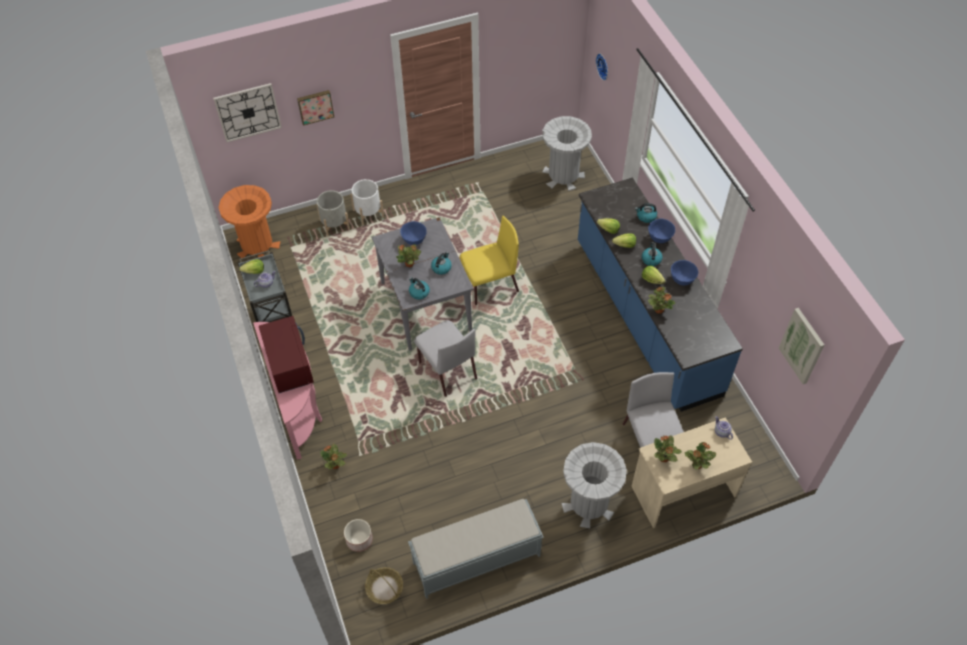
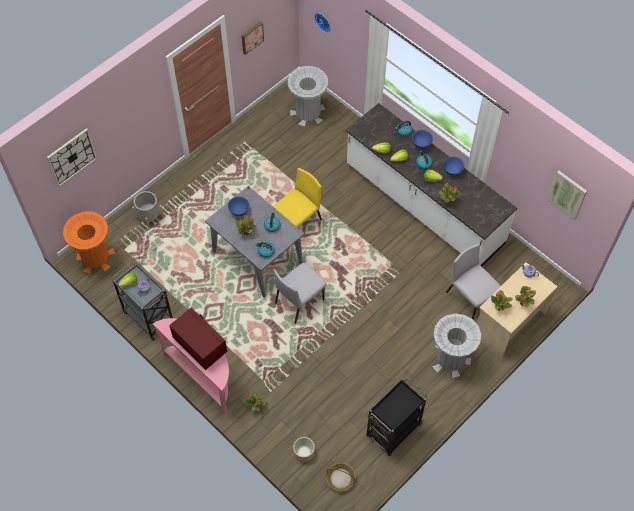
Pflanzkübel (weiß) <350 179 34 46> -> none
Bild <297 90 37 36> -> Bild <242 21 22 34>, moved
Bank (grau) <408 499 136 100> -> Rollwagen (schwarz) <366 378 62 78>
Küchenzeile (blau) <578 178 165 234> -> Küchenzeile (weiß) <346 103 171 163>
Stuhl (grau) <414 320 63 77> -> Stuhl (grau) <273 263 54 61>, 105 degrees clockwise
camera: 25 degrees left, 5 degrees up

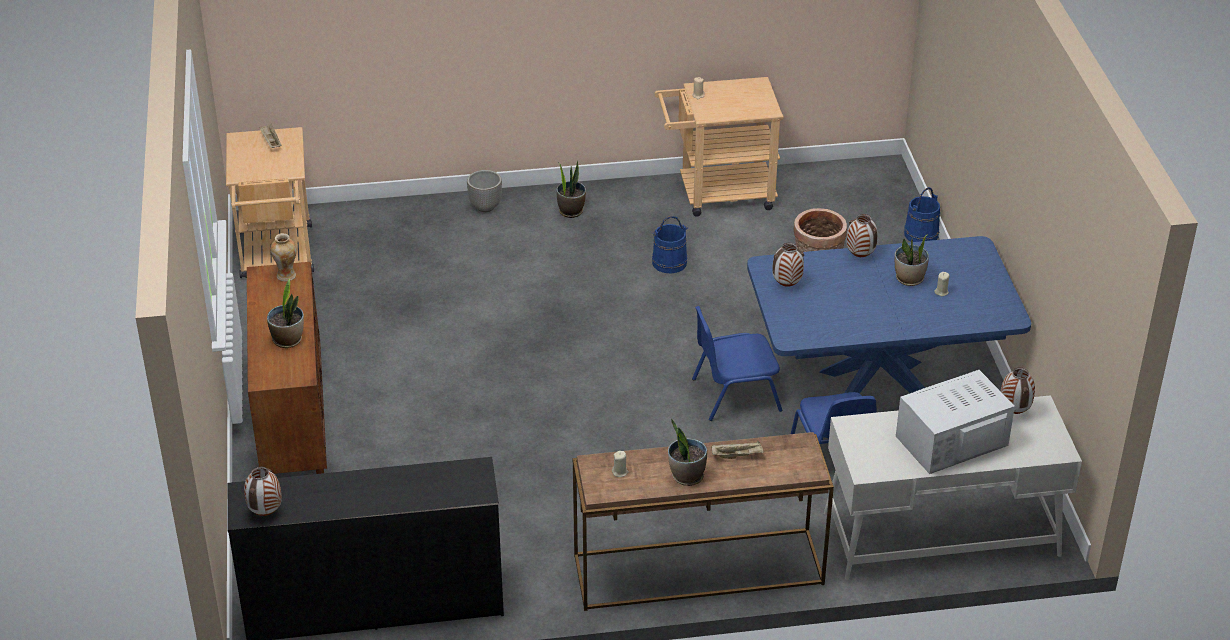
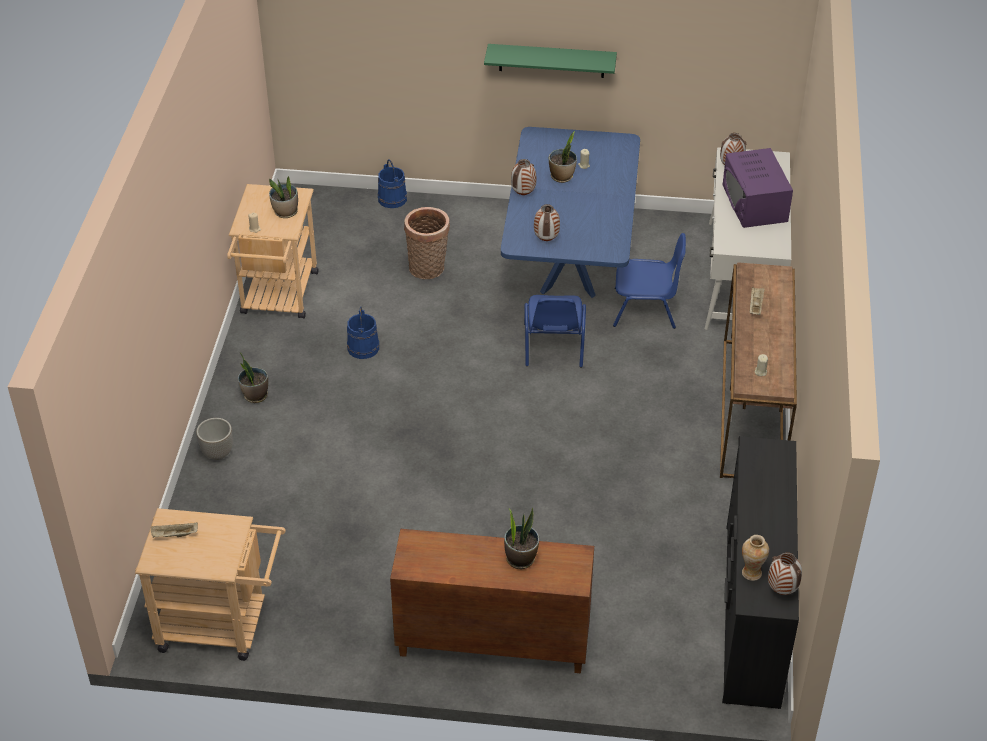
none -> Wandregal (grün) <484 44 133 34>
Vase <271 233 26 48> -> Vase <742 535 27 46>, moved
Topfpflanze <668 419 39 67> -> Topfpflanze <269 176 29 42>, moved
Mikrowelle (weiß) <896 370 119 104> -> Mikrowelle (lila) <723 148 70 80>
camera: 75 degrees left, 5 degrees up

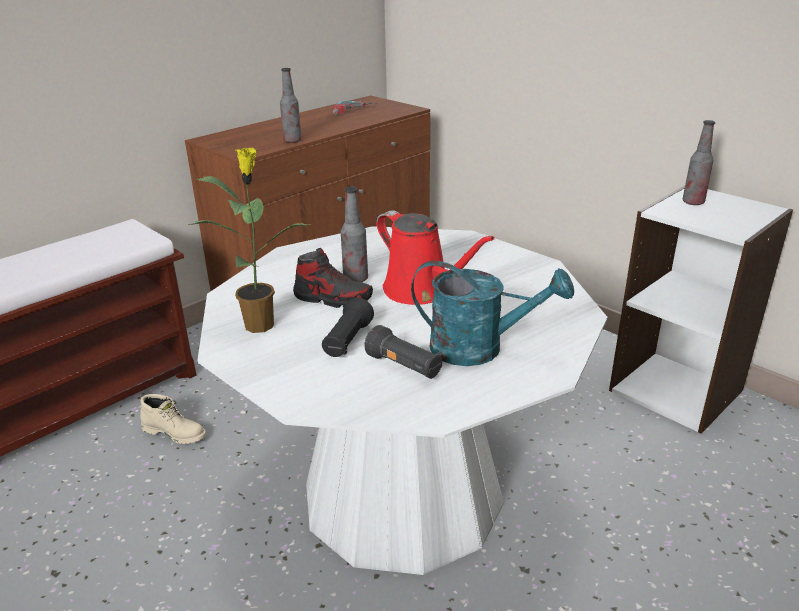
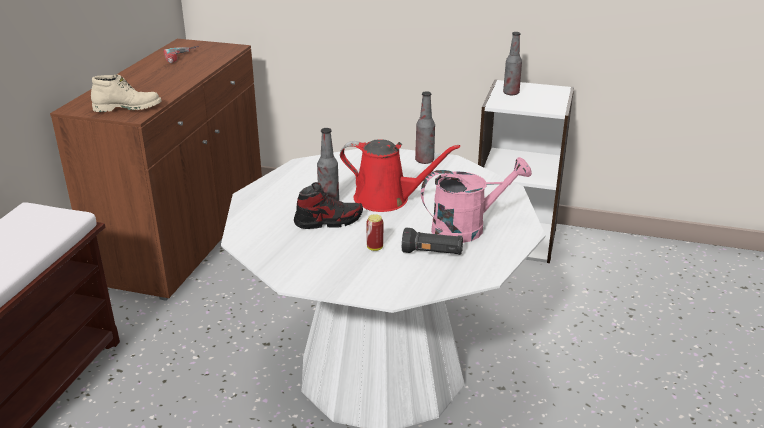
Topfpflanze <187 148 125 185> -> none
Stiefel (beige) <140 394 66 50> -> Stiefel (beige) <91 74 71 38>, moved
Flasche <280 68 22 75> -> Flasche <415 91 20 73>, moved
Taschenlampe (schwarz) <322 297 52 60> -> Dose <367 214 16 37>
Gießkanne (türkis) <411 261 163 105> -> Gießkanne (rosa) <421 157 111 86>
camera: 30 degrees left, 0 degrees up

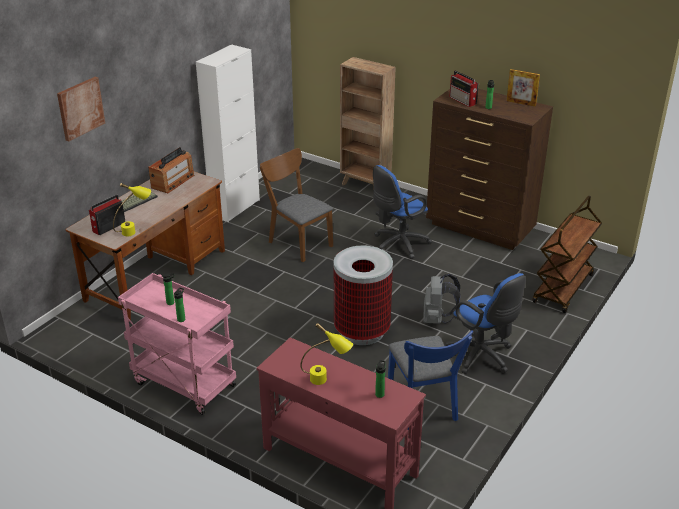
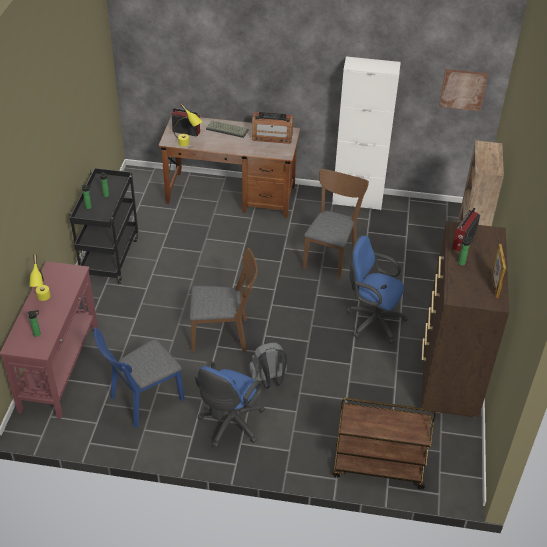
Bild <57 77 48 64> -> Bild <439 69 49 42>, moved
Mülleimer <334 246 59 99> -> Stuhl (braun) <189 248 69 104>
Rollwagen (rosa) <118 273 118 142> -> Rollwagen (schwarz) <69 168 69 116>
camera: 65 degrees right, 10 degrees up

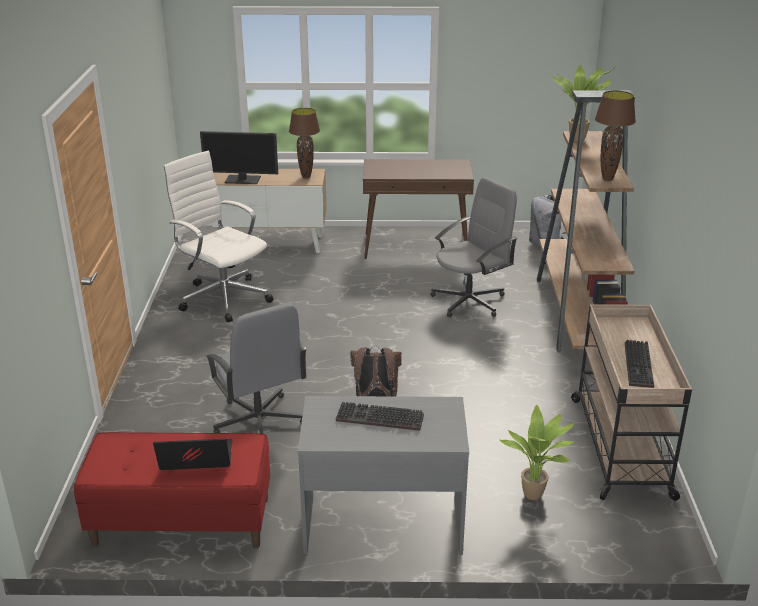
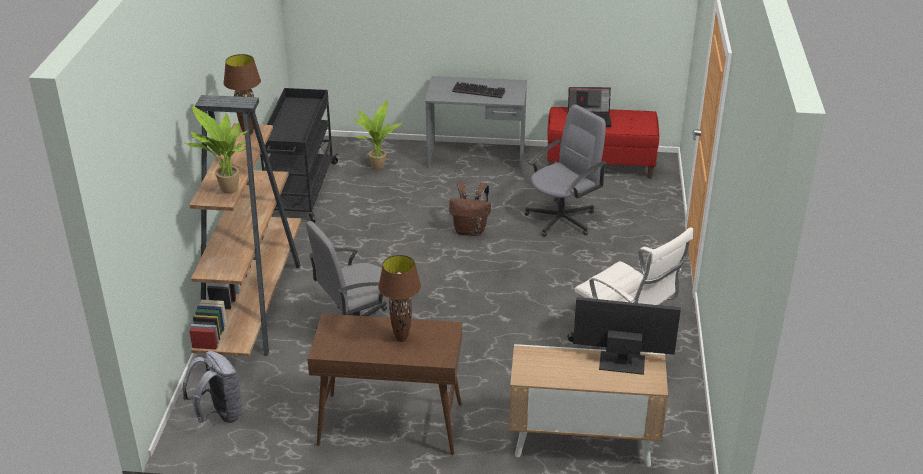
Tastatur <625 340 29 48> -> none
Tischlampe (braun) <289 108 31 70> -> Tischlampe (braun) <378 255 43 87>, moved
Rollwagen (beige) <571 304 121 197> -> Rollwagen (schwarz) <261 88 78 135>
Bürostuhl (grau) <206 303 101 131> -> Bürostuhl (grau) <524 105 83 132>, 75 degrees clockwise
camera: 175 degrees left, 5 degrees up

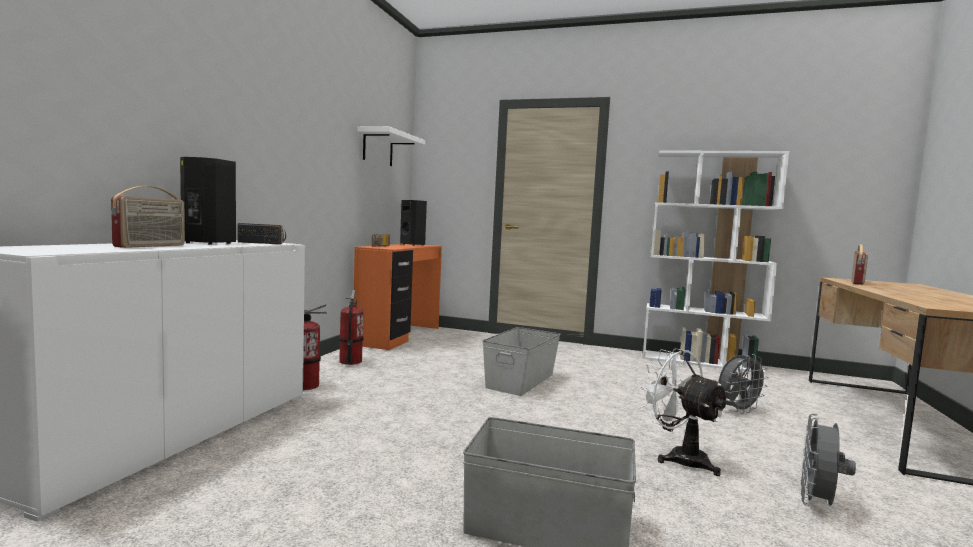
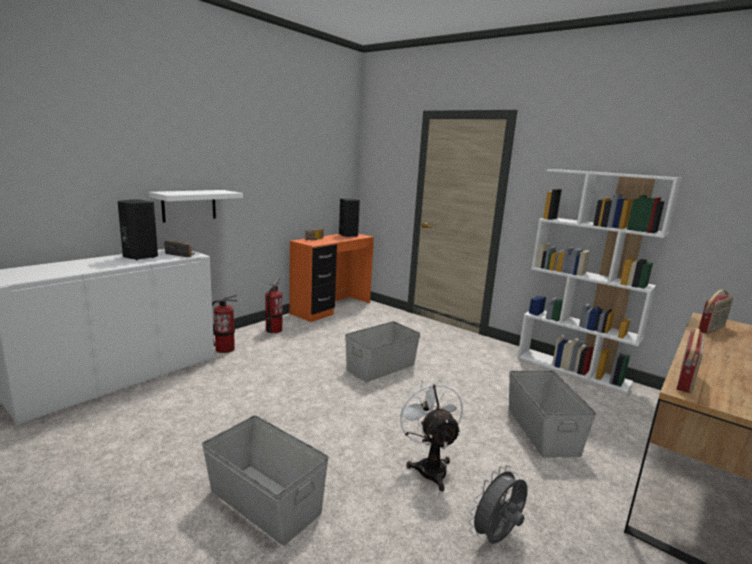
Radio <111 186 74 62> -> Radio <676 328 29 65>, moved
Wandregal (weiß) <357 126 68 40> -> Wandregal (weiß) <149 190 94 33>, moved
Ventilator (grau) <718 354 51 60> -> Aufbewahrungsbox (grau) <509 371 88 87>
camera: 20 degrees right, 10 degrees up

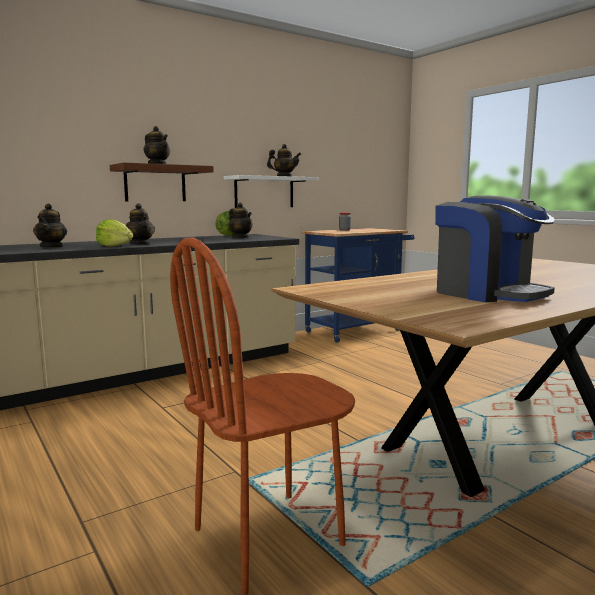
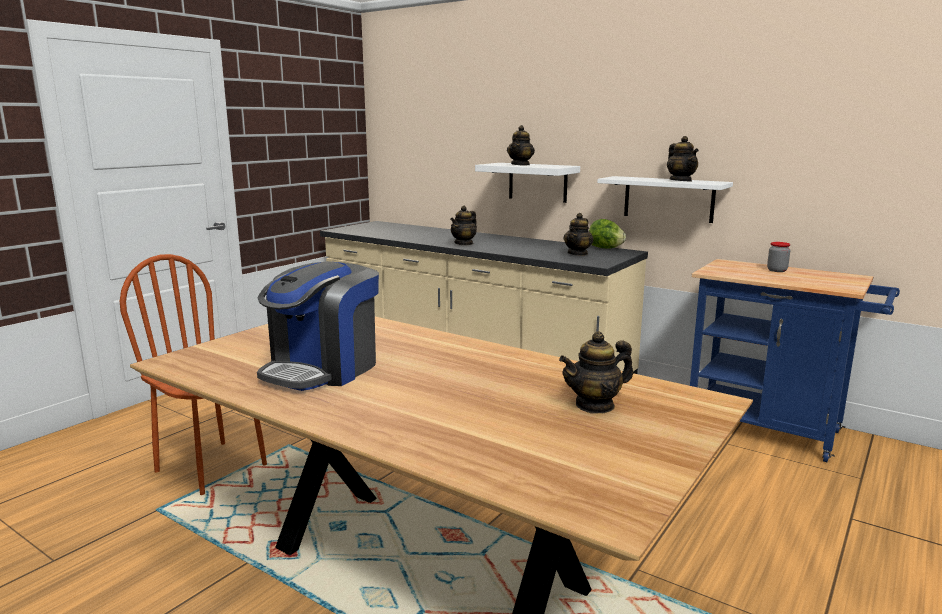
Salatkopf <96 219 37 28> -> none
Teekanne <33 204 34 44> -> Teekanne <559 331 74 83>, moved
Wandregal (braun) <110 163 104 38> -> Wandregal (weiß) <475 163 105 40>
camera: 70 degrees right, 5 degrees up

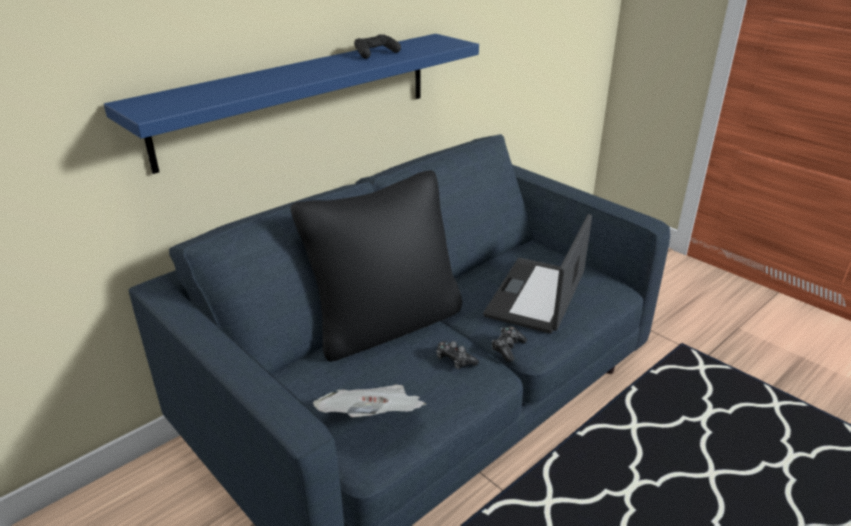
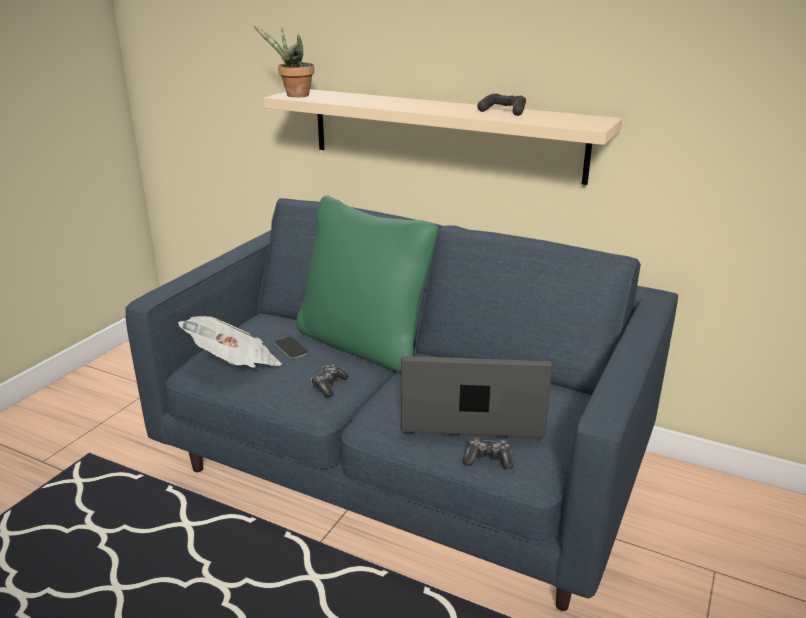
none -> Topfpflanze <254 26 60 71>
none -> Handy <274 336 35 23>
Gamepad <492 326 35 36> -> Gamepad <463 437 51 32>, moved
Wandregal (blau) <104 34 375 140> -> Wandregal (beige) <264 89 358 96>
Kissen (schwarz) <290 170 172 191> -> Kissen (grün) <296 195 143 177>
camera: 70 degrees right, 5 degrees down

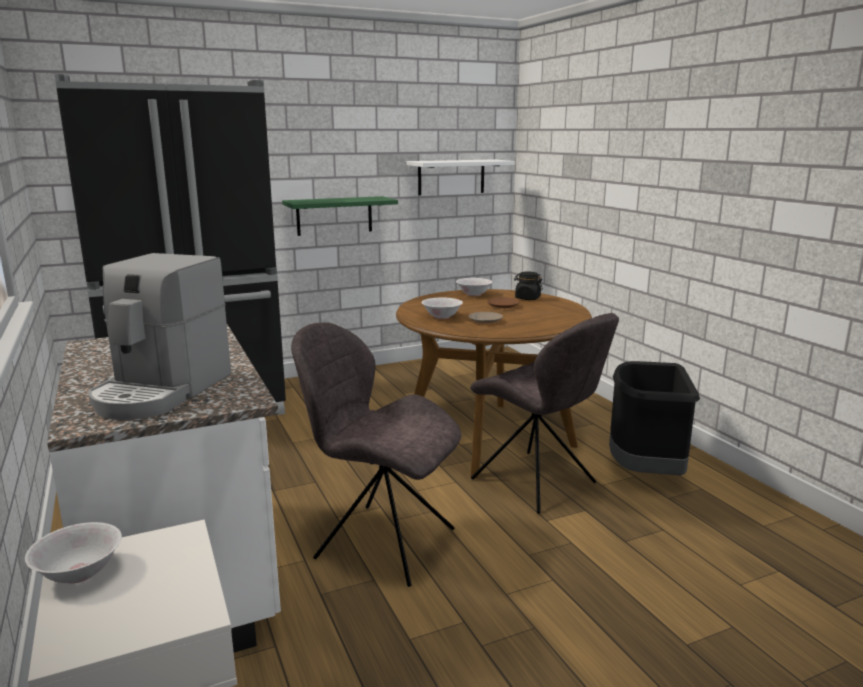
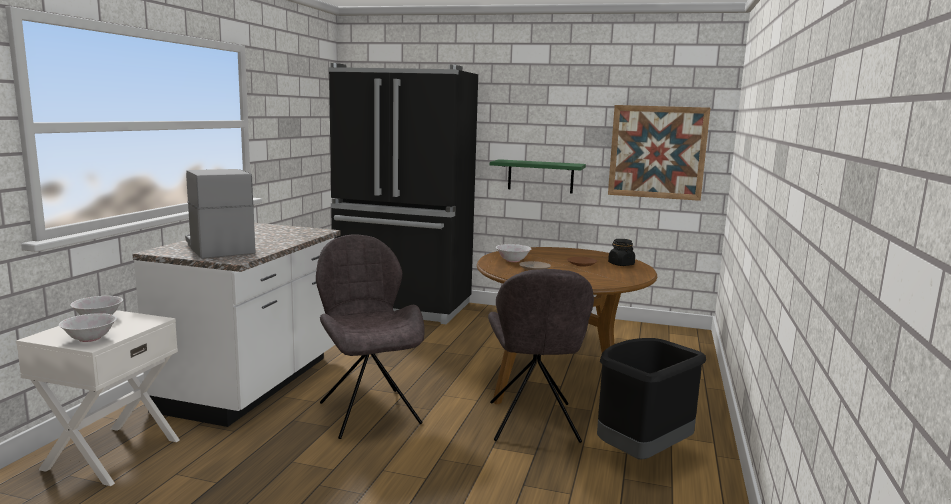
Schüssel (weiß) <456 278 36 18> -> Schüssel (weiß) <59 313 58 29>, moved
Wandregal (weiß) <406 159 109 36> -> Bild <608 105 102 96>
Kaffeemaschine <88 253 143 167> -> Kaffeemaschine <185 169 70 90>, 90 degrees clockwise
camera: 40 degrees right, 5 degrees down

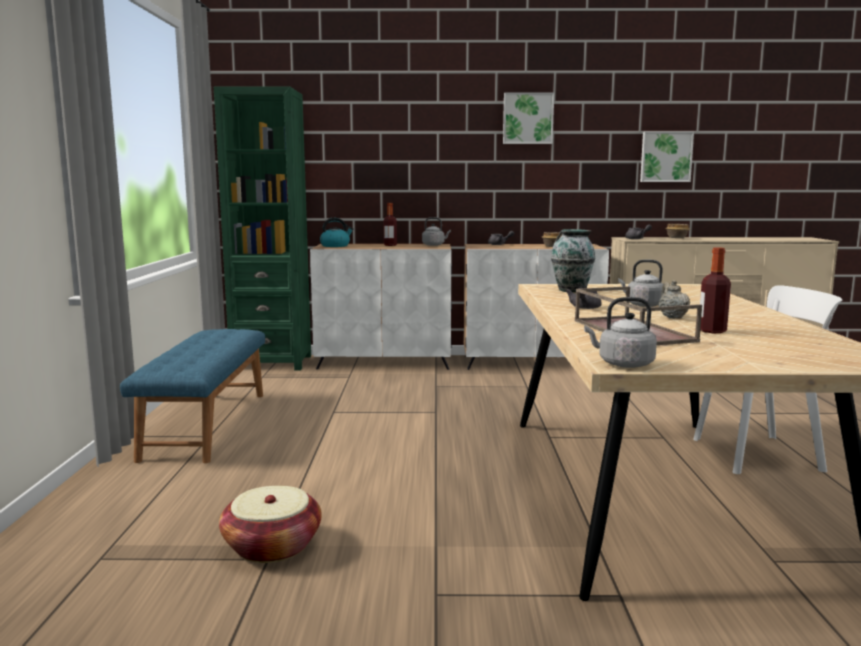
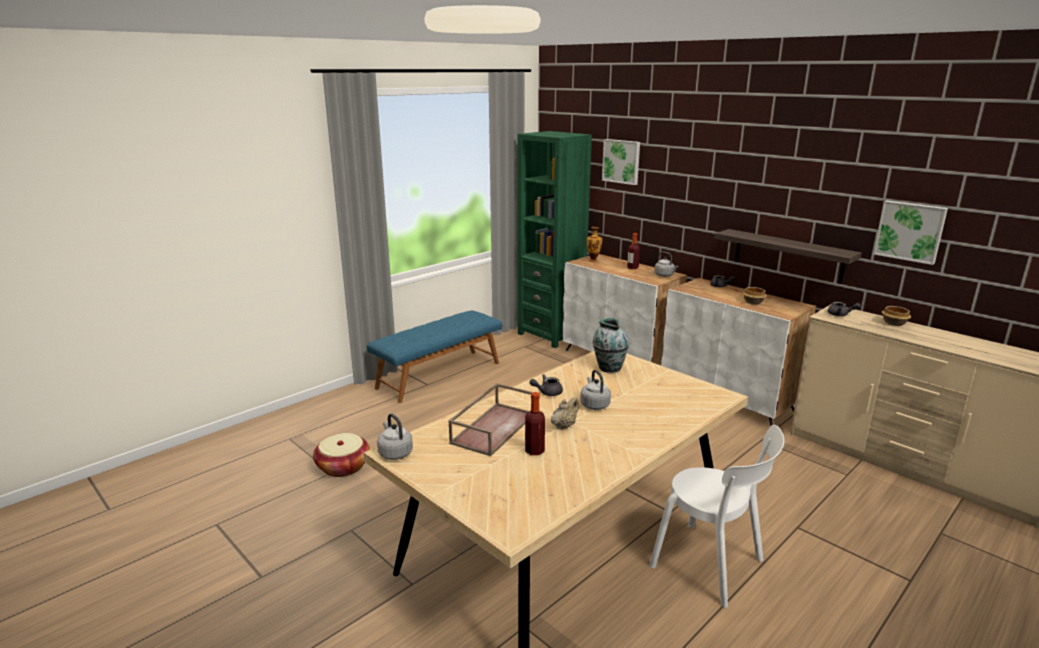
none -> Wandregal <714 229 148 55>
Bild <503 92 51 52> -> Bild <602 139 38 46>, moved
Wasserkessel <320 218 34 29> -> Vase <587 227 15 35>
camera: 45 degrees right, 10 degrees up

